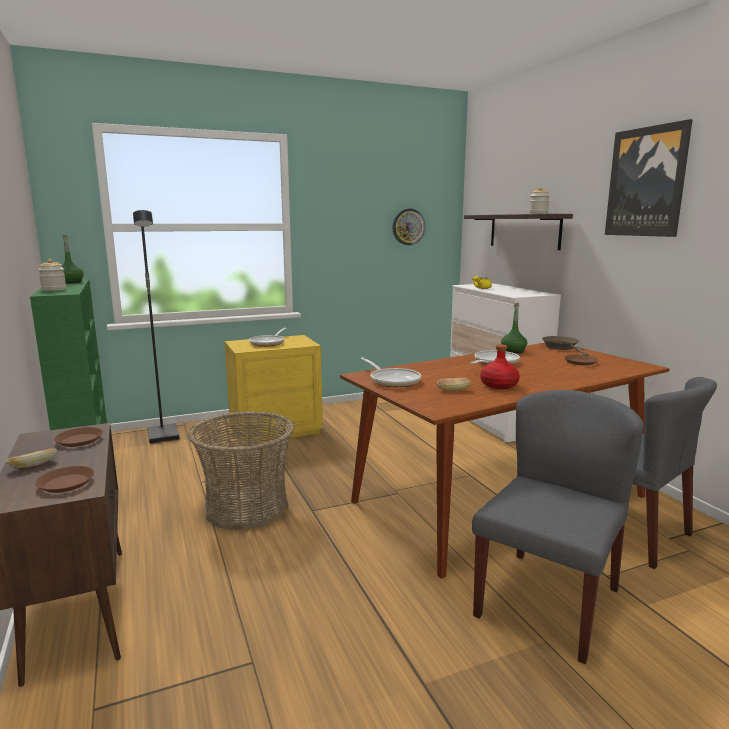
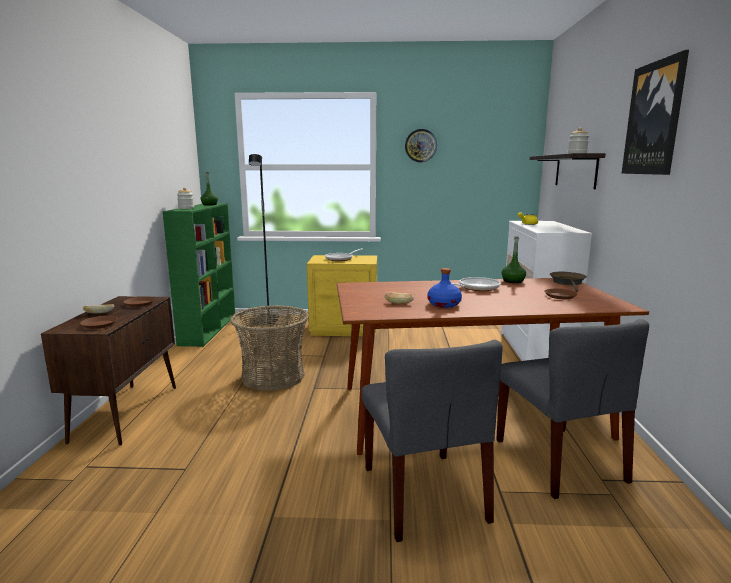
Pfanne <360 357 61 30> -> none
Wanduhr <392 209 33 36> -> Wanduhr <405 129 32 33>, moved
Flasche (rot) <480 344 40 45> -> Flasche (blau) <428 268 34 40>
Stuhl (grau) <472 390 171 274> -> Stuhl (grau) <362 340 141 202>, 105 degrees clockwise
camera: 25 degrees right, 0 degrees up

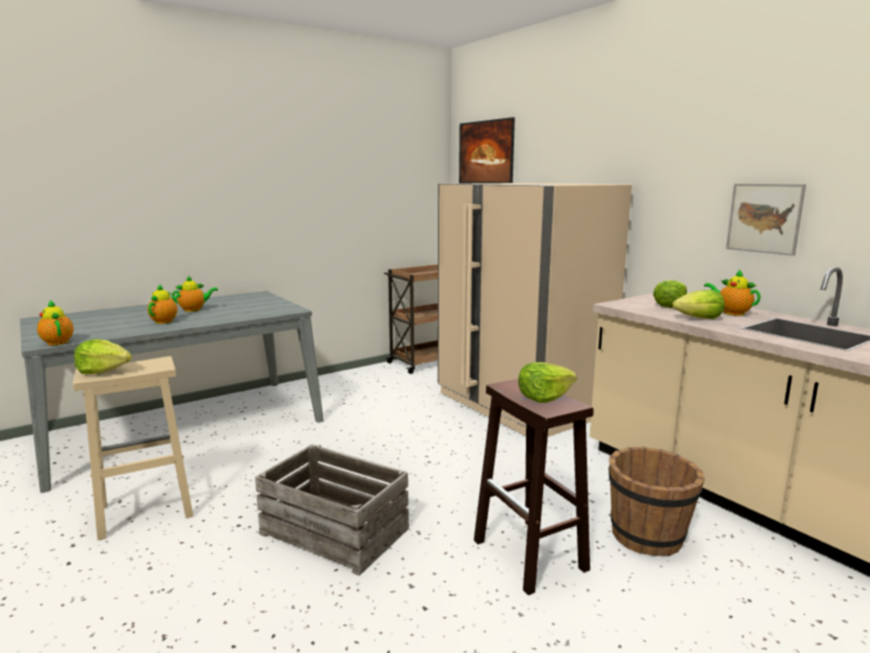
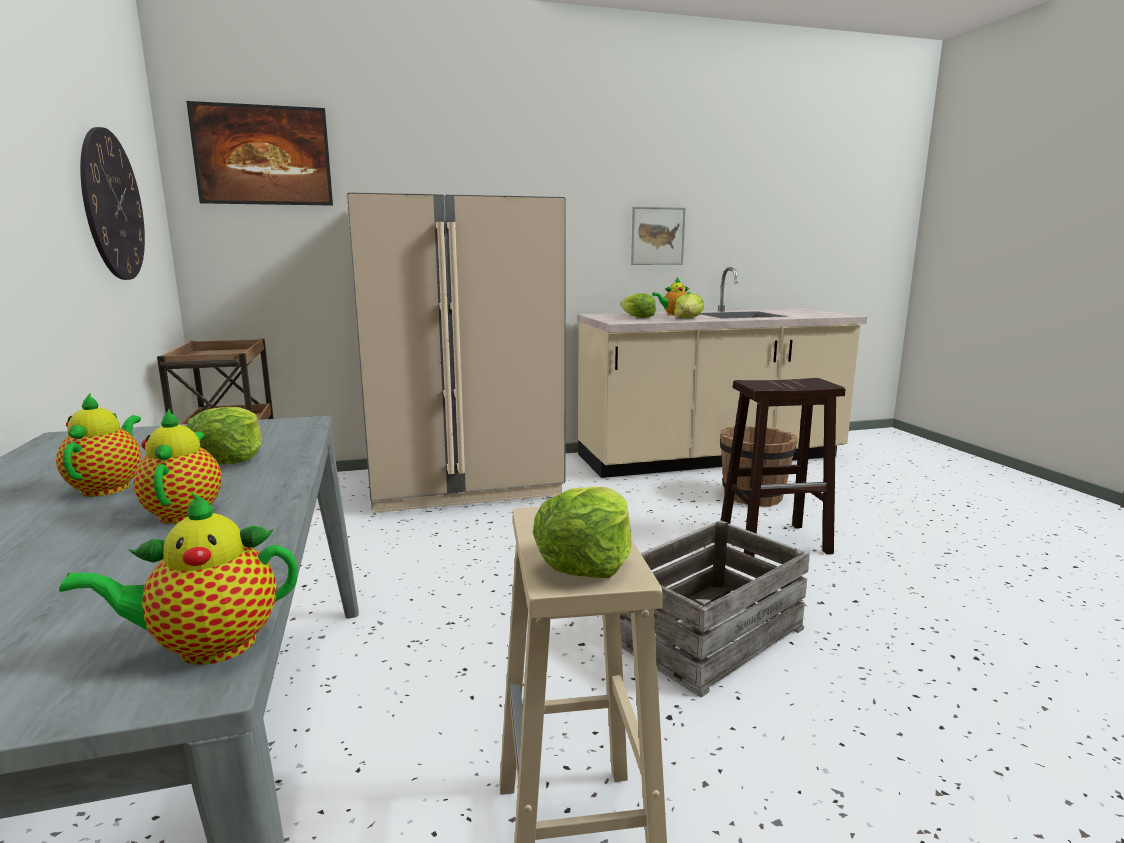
none -> Wanduhr <80 127 65 153>
Salatkopf <518 362 59 41> -> Salatkopf <186 407 76 58>, moved
Teekanne <147 284 34 40> -> Teekanne <133 408 89 116>, 45 degrees clockwise
camera: 70 degrees left, 0 degrees up

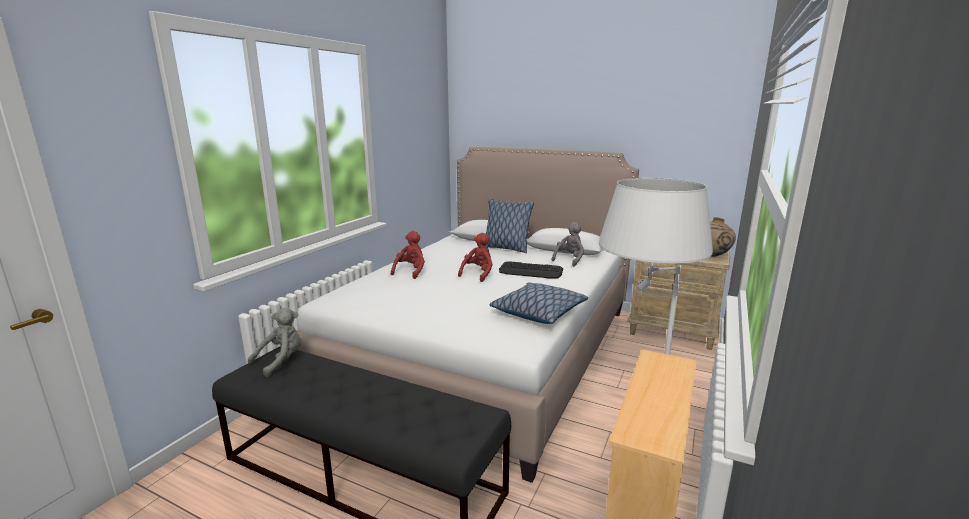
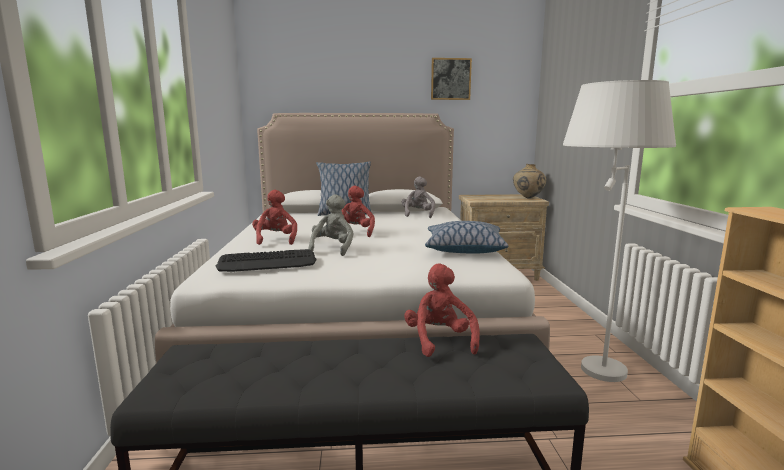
none -> Plüschtier (rot) <404 264 76 93>
none -> Bild <431 58 41 42>
Plüschtier (grau) <248 308 54 69> -> Plüschtier (grau) <308 194 46 62>, moved
Tastatur <499 261 64 17> -> Tastatur <216 249 101 23>, moved
camera: 30 degrees left, 5 degrees down

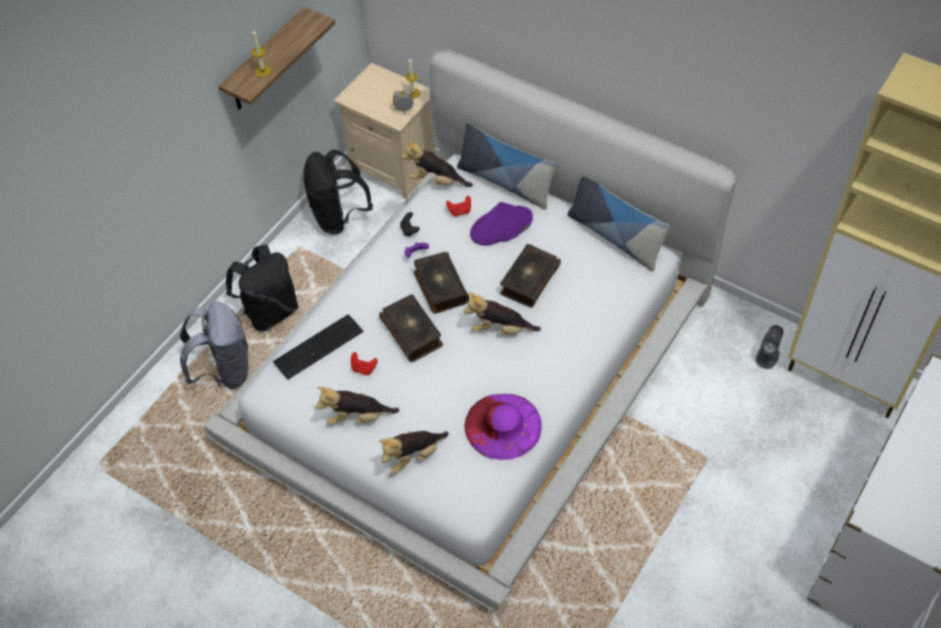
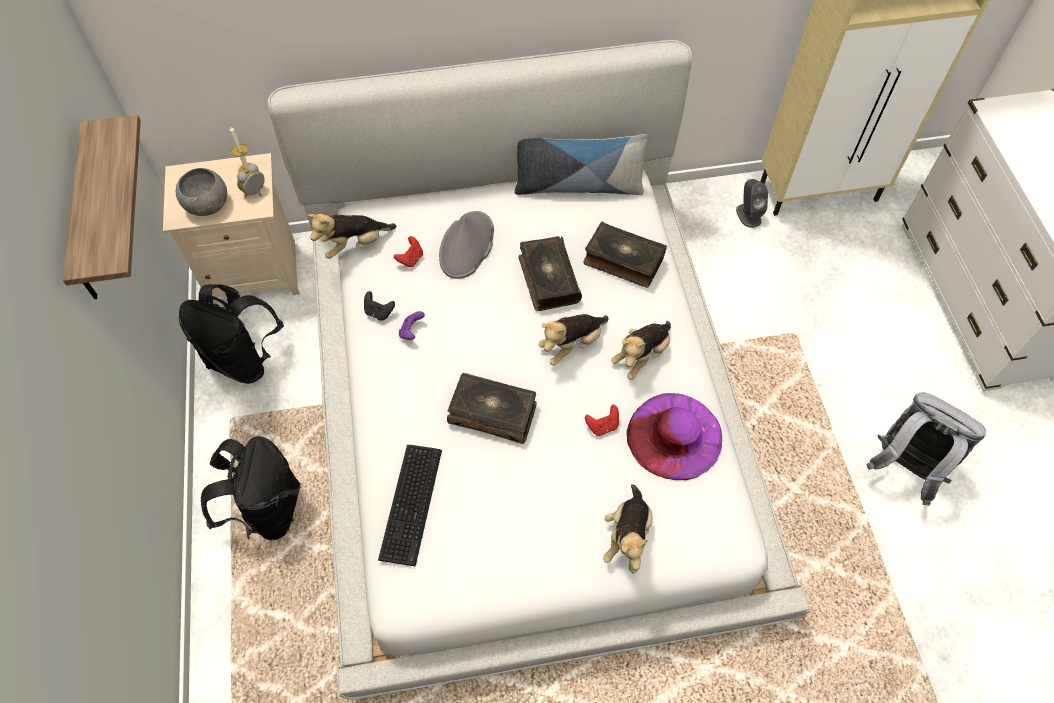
Kerze <251 29 20 48> -> none
Kissen <457 122 100 88> -> none
none -> Schüssel (grau) <176 168 51 48>
Rucksack (grau) <180 301 70 88> -> Rucksack (grau) <866 392 120 114>, moved
Plüschtier <316 387 83 38> -> Plüschtier <611 321 60 59>, moved
Gamepad (rot) <351 352 27 23> -> Gamepad (rot) <585 405 34 31>, moved
Buch <414 252 55 62> -> Buch <583 221 84 67>, moved
Hut (lila) <470 202 63 43> -> Hut (grau) <439 211 55 68>
camera: 45 degrees left, 5 degrees up

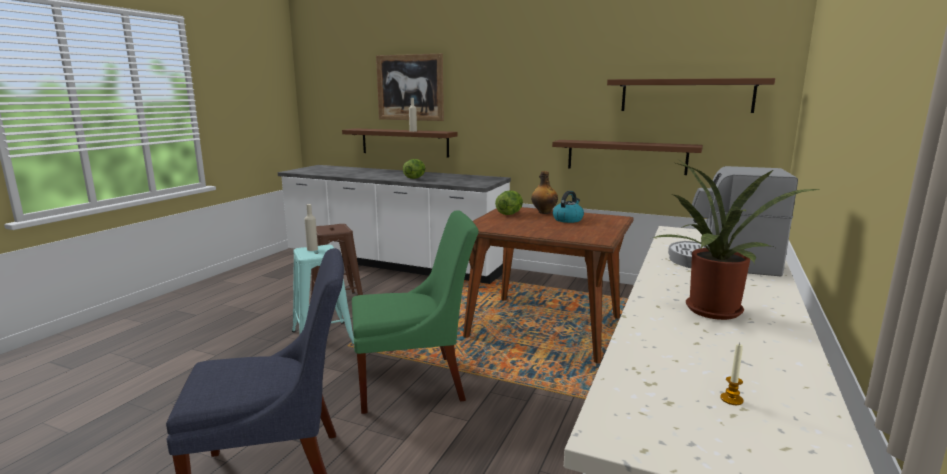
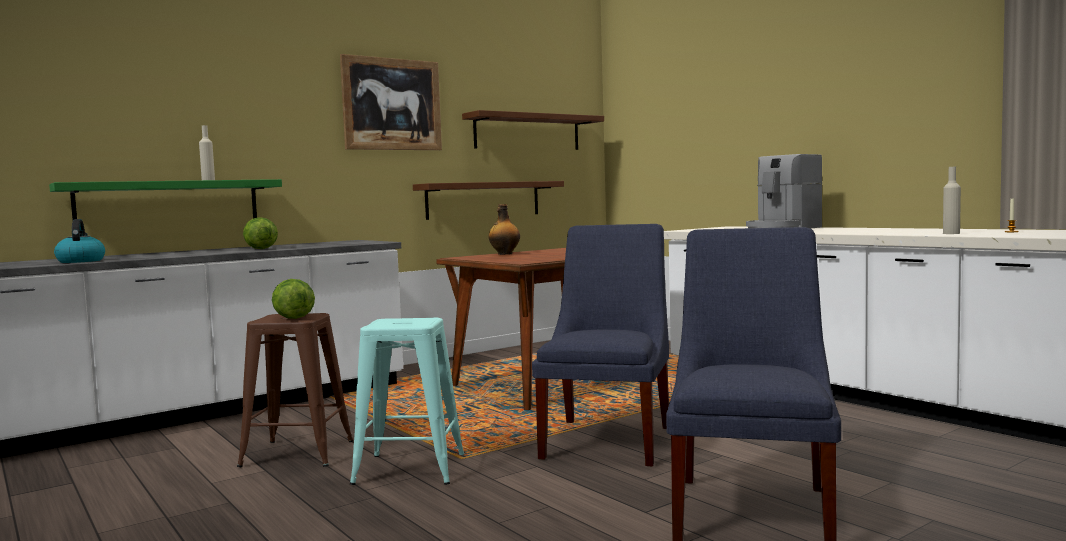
Topfpflanze <653 160 166 160> -> none
Flasche (beige) <304 204 14 47> -> Flasche (beige) <943 167 18 67>, moved
Bild <376 54 68 67> -> Bild <340 54 102 96>, moved
Salatkopf <495 191 28 24> -> Salatkopf <272 279 43 40>, moved
Wasserkessel <553 191 31 32> -> Wasserkessel <54 219 51 44>, moved
Wandregal (braun) <342 128 116 30> -> Wandregal (grün) <49 179 233 41>
Stuhl (grün) <352 210 127 204> -> Stuhl (blau) <532 224 137 242>
camera: 60 degrees left, 10 degrees down

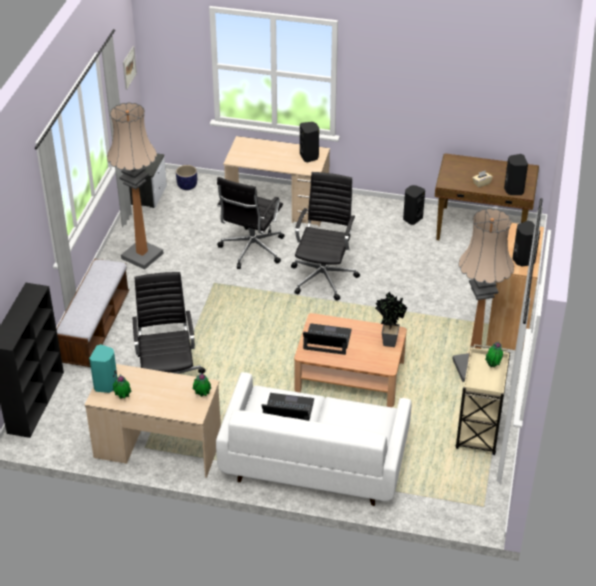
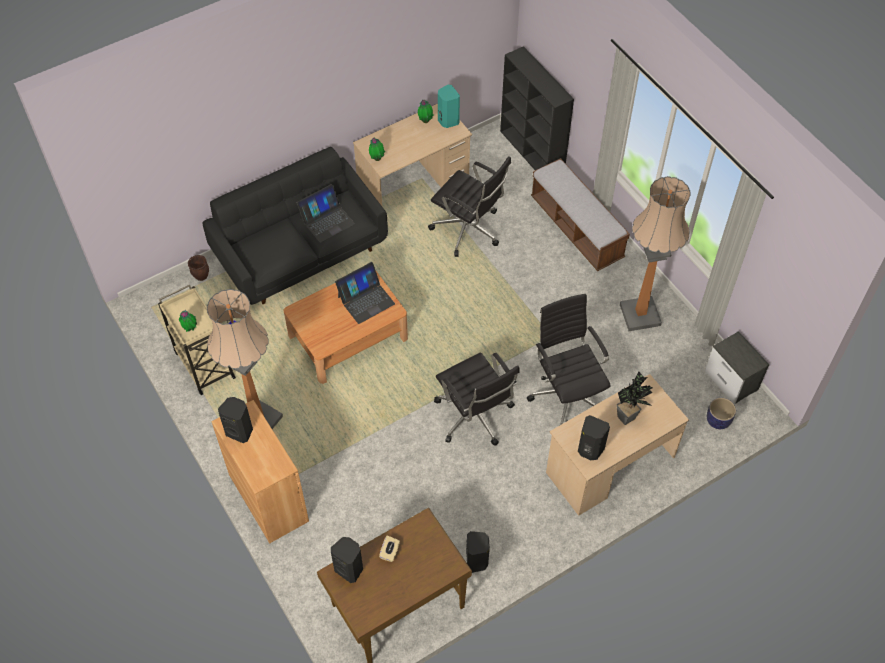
Bild <123 46 14 44> -> none
none -> Pflanzkübel (braun) <188 255 21 26>
Topfpflanze <375 292 33 55> -> Topfpflanze <616 372 37 53>, moved
Sofa (weiß) <216 372 196 134> -> Sofa (schwarz) <203 147 185 158>
camera: 135 degrees right, 15 degrees up

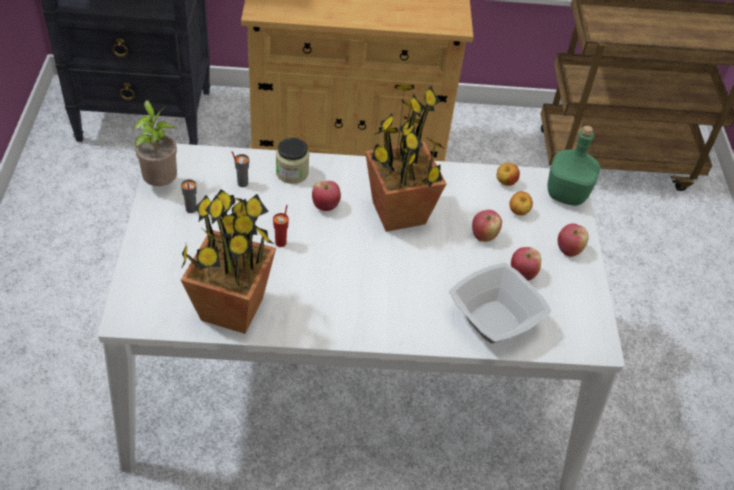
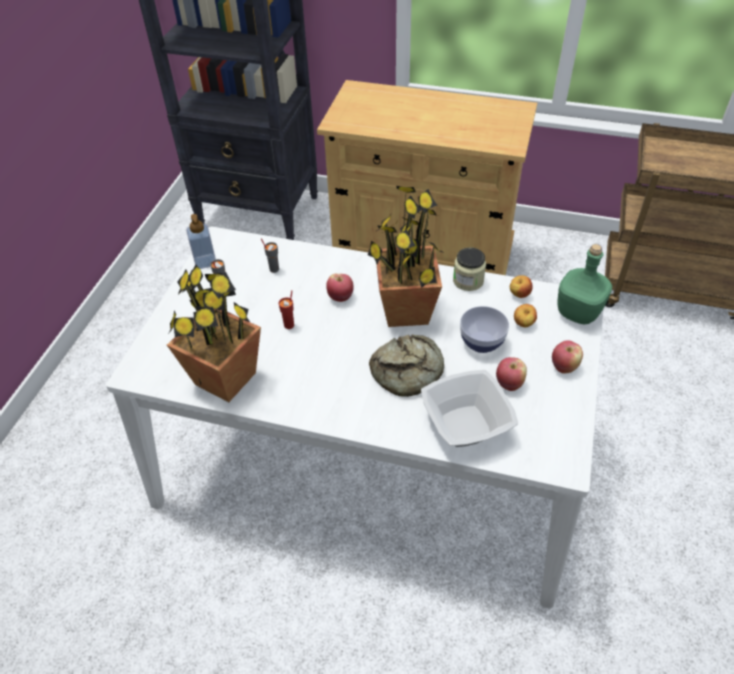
none -> Brot <369 335 75 62>
Vorratsglas <276 138 33 46> -> Vorratsglas <453 247 33 44>, moved
Topfpflanze <134 100 43 86> -> Seifenspender <186 214 30 55>
Apfel <472 210 30 32> -> Schüssel <460 306 49 47>
camera: 20 degrees right, 0 degrees up

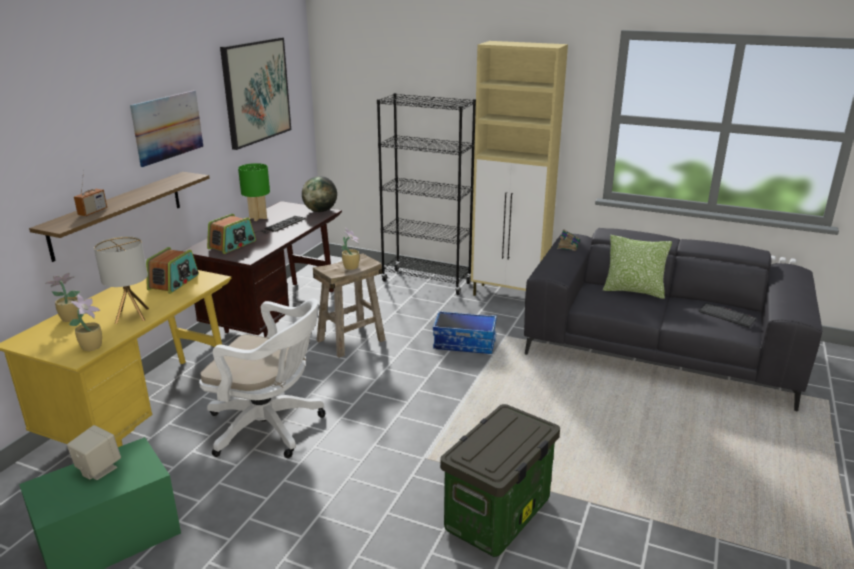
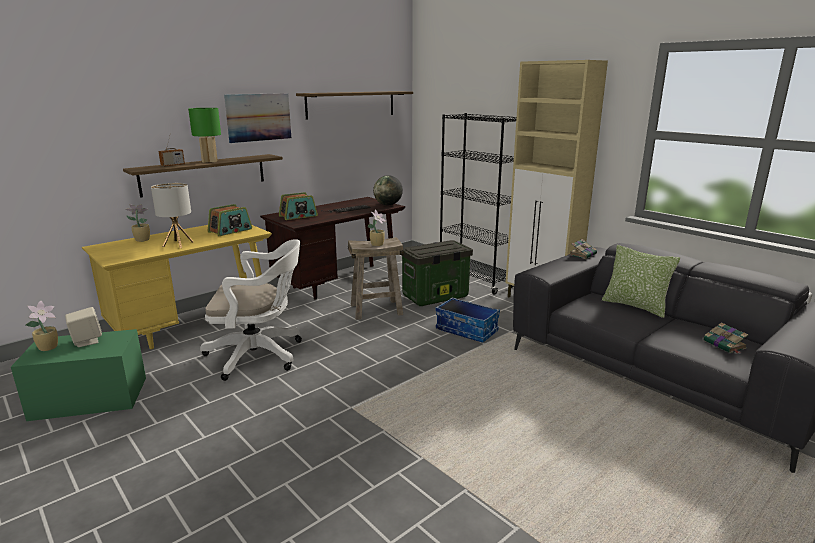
Topfpflanze <69 294 33 57> -> Topfpflanze <26 301 32 50>, moved
Tischlampe (grün) <238 163 32 58> -> Tischlampe (grün) <188 108 33 55>, moved
Aufbewahrungsbox <440 404 120 153> -> Aufbewahrungsbox <402 240 71 66>, moved
Bild <220 37 71 113> -> Wandregal <296 91 117 29>
Tastatur <698 303 59 25> -> Buch <703 322 45 31>
Bürostuhl (weiß) <199 298 127 160> -> Bürostuhl (weiß) <200 239 102 142>, 45 degrees counterclockwise
camera: 25 degrees right, 5 degrees down

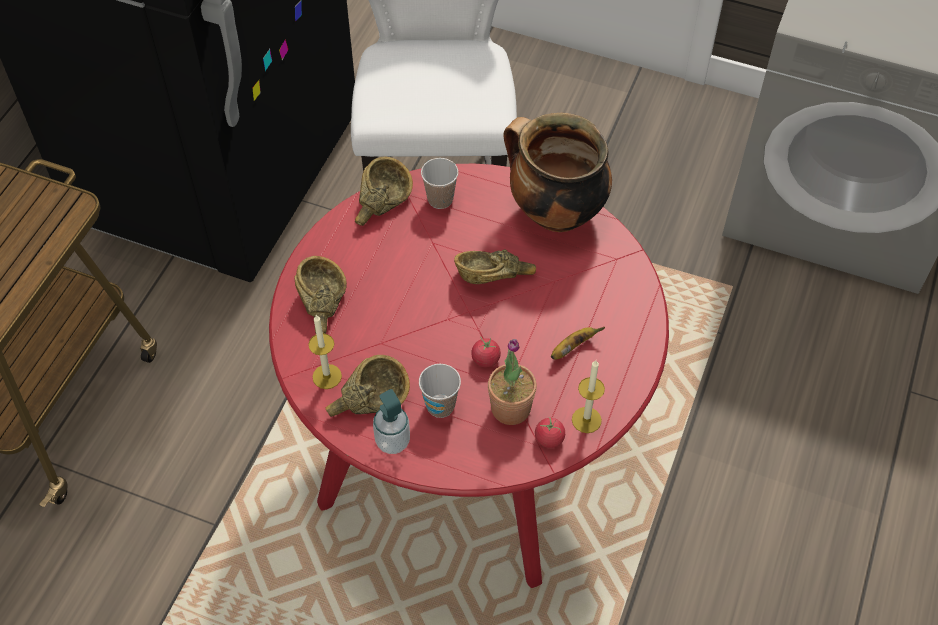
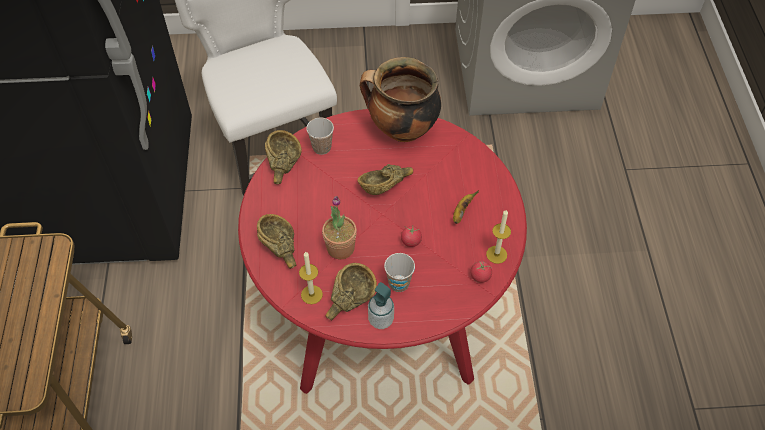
Topfpflanze <488 339 49 86> -> Topfpflanze <322 196 35 63>, moved
camera: 25 degrees left, 0 degrees up

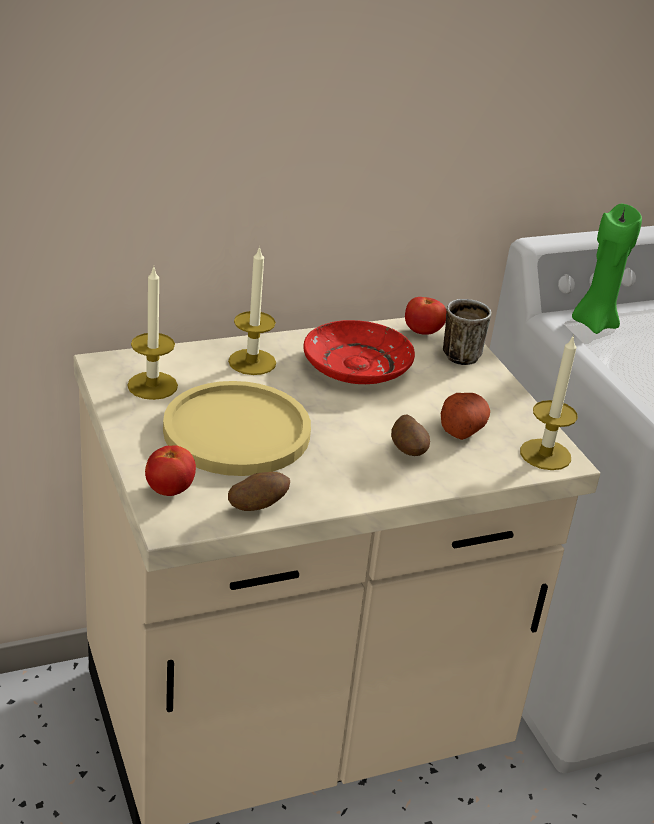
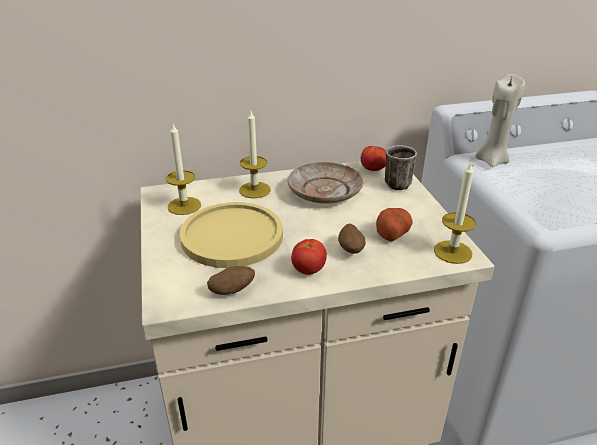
Tomate <145 445 51 51> -> Tomate <291 239 36 36>, moved
Teller (rot) <303 320 112 64> -> Teller (beige) <288 162 75 42>
Kerze (grün) <572 204 70 130> -> Kerze (beige) <475 74 50 93>
camera: 10 degrees right, 0 degrees up

